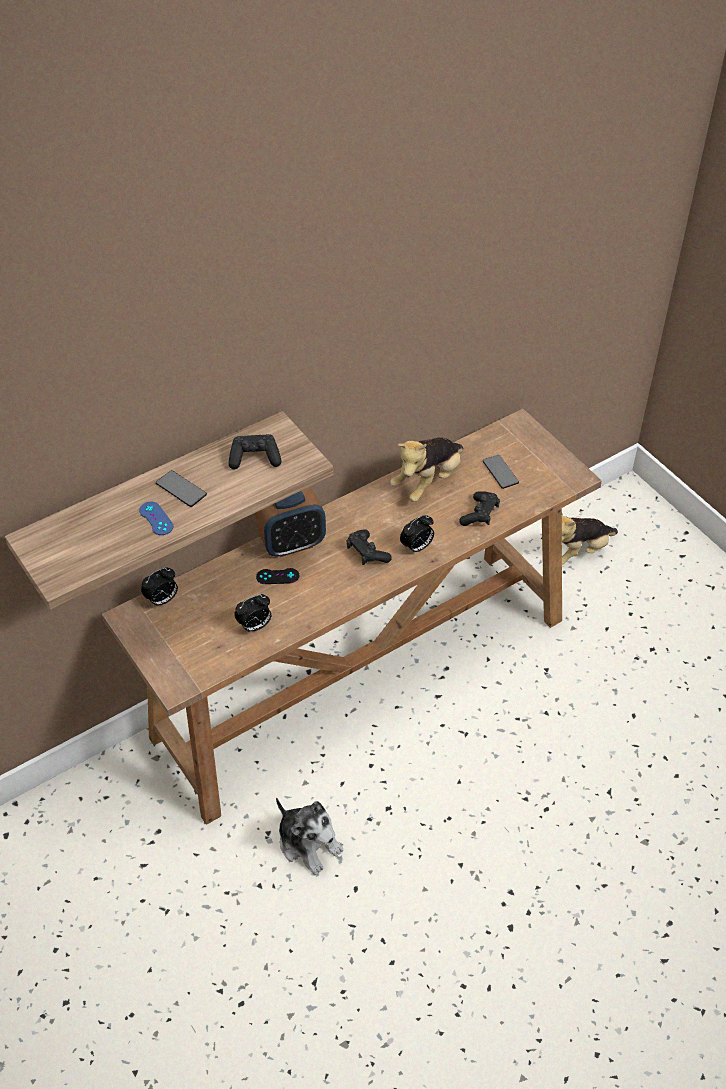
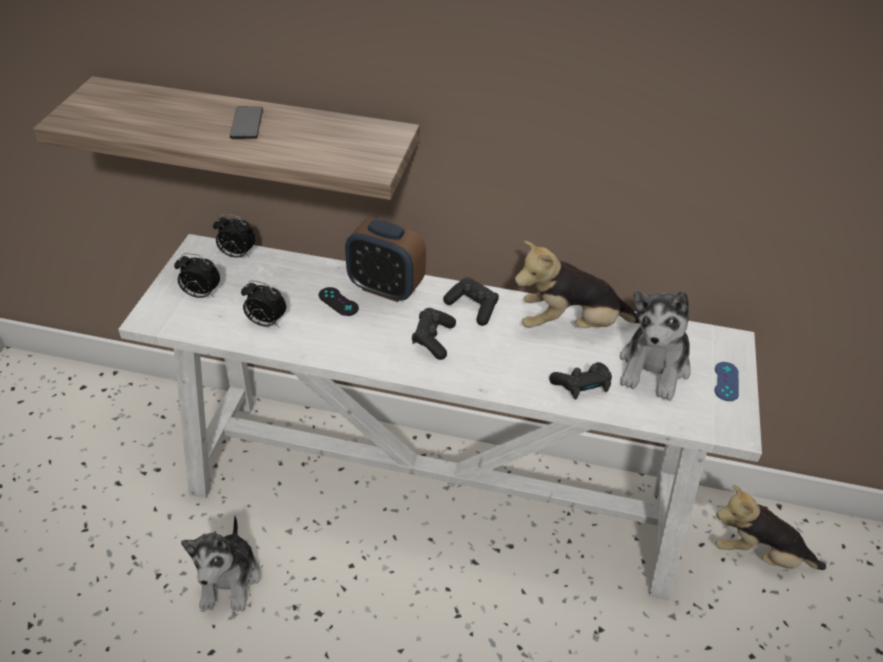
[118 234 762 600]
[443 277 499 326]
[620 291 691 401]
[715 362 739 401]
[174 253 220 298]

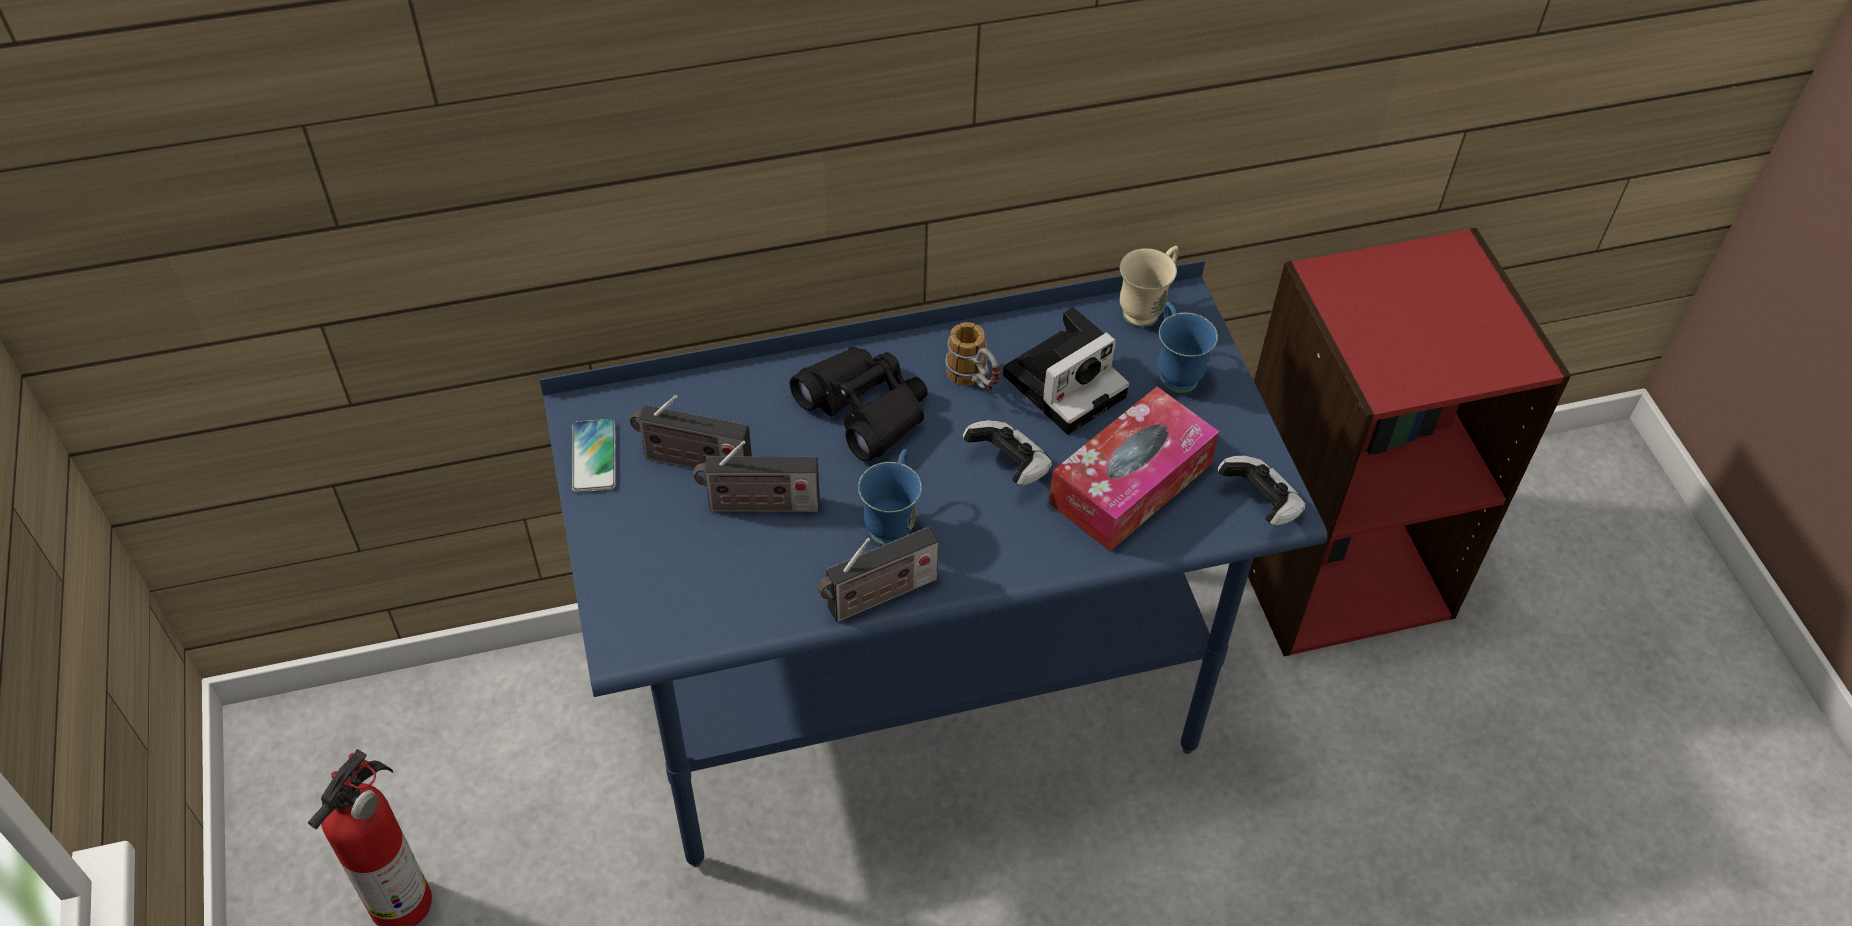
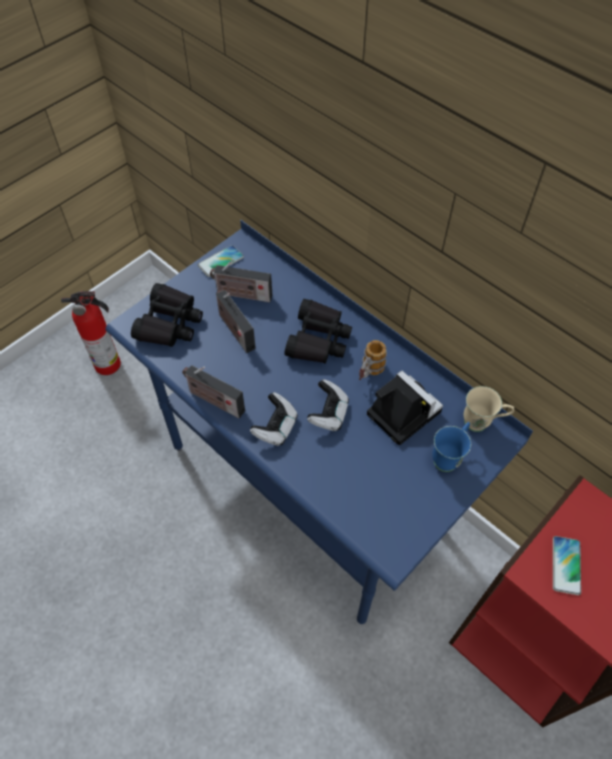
[367 371 443 445]
[1049 387 1220 551] (first image)
[210 259 272 303]
[858 449 922 545] (first image)
[250 392 298 446]
[131 283 203 347]
[553 536 581 595]

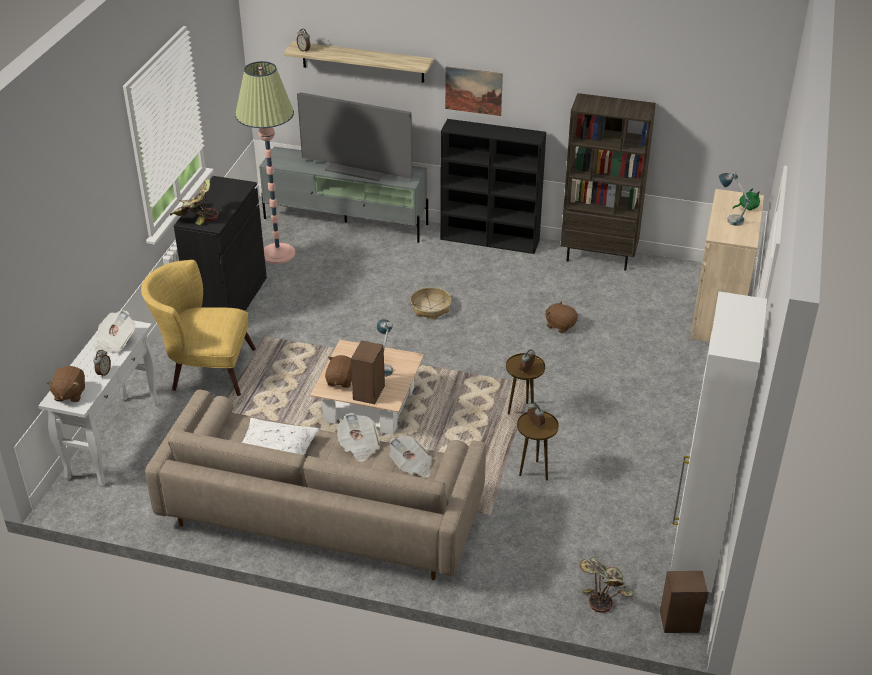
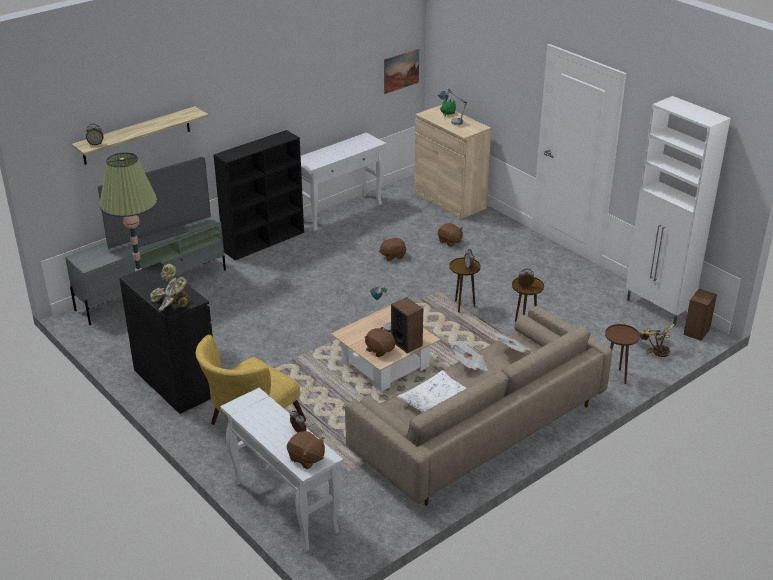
[384 49 419 94]
[301 133 386 231]
[410 287 451 320] (first image)
[95 310 135 353] (first image)
[438 223 463 247]
[605 324 640 384]

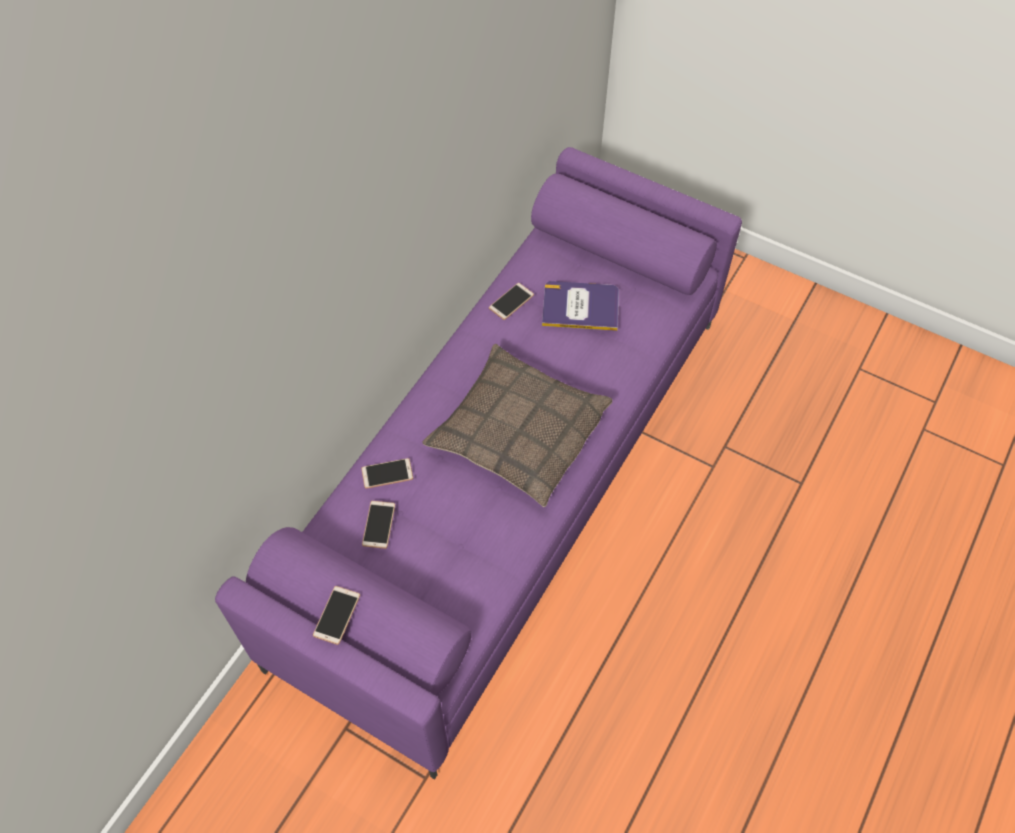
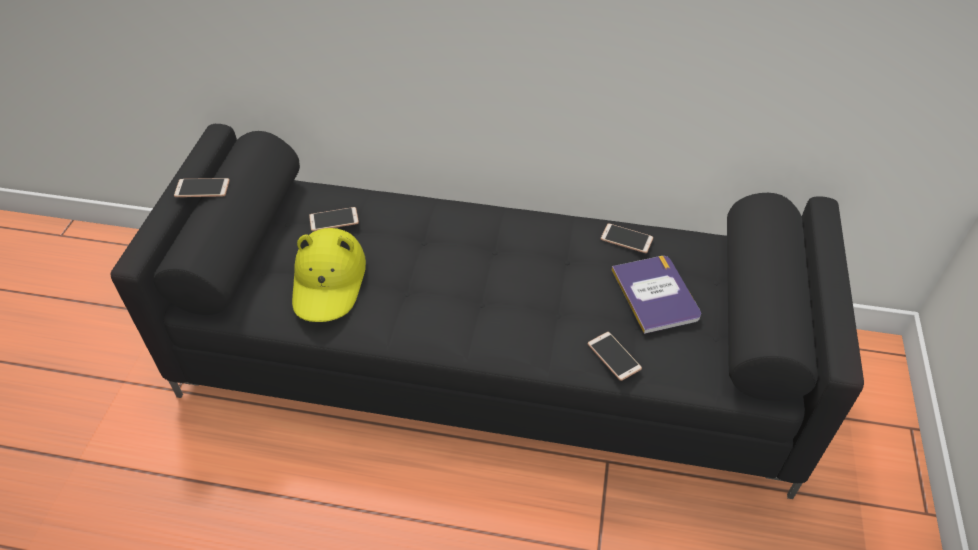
[111 124 864 499]
[422 344 612 507] (first image)
[588 332 642 381]
[292 228 366 322]

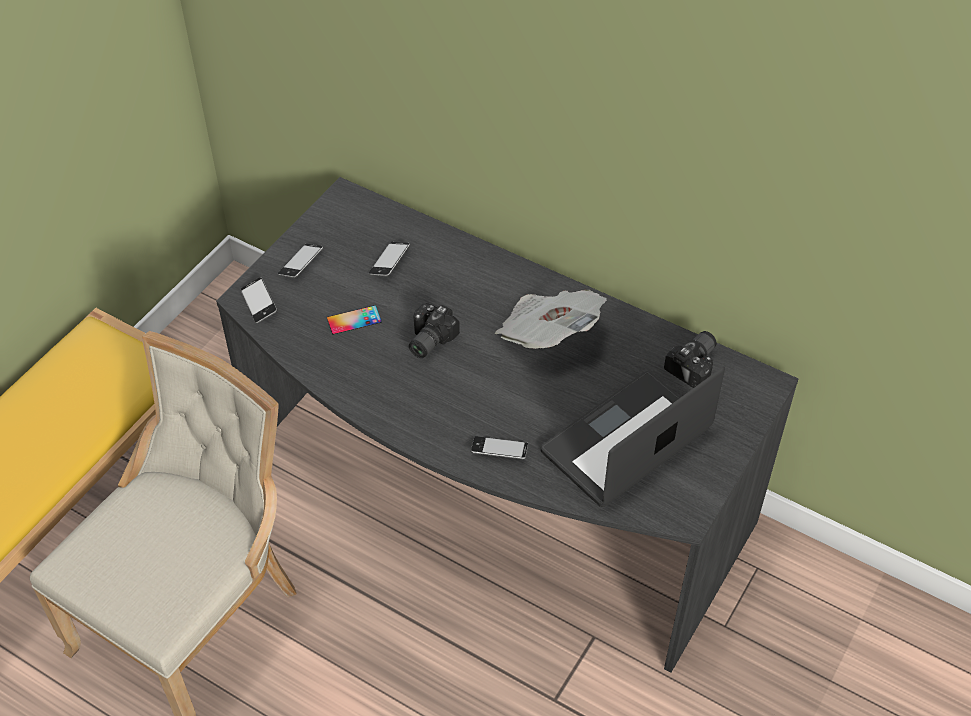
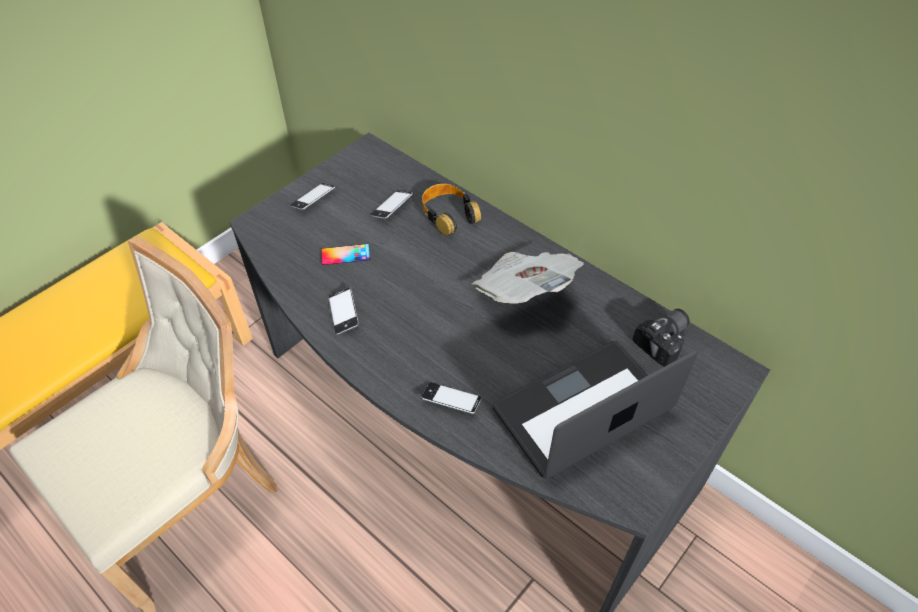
[328 287 359 335]
[409 303 460 358] (first image)
[422 184 481 235]

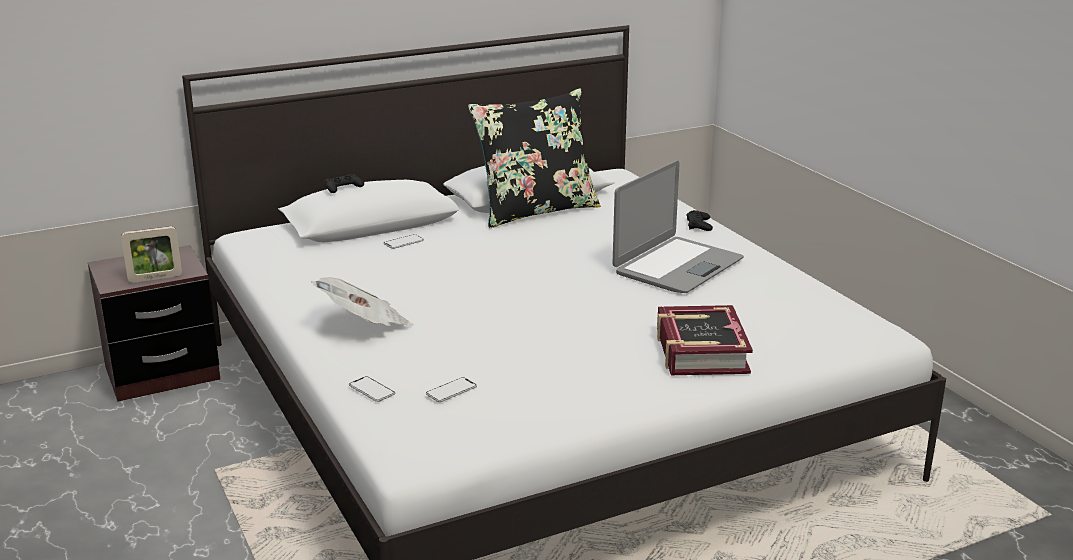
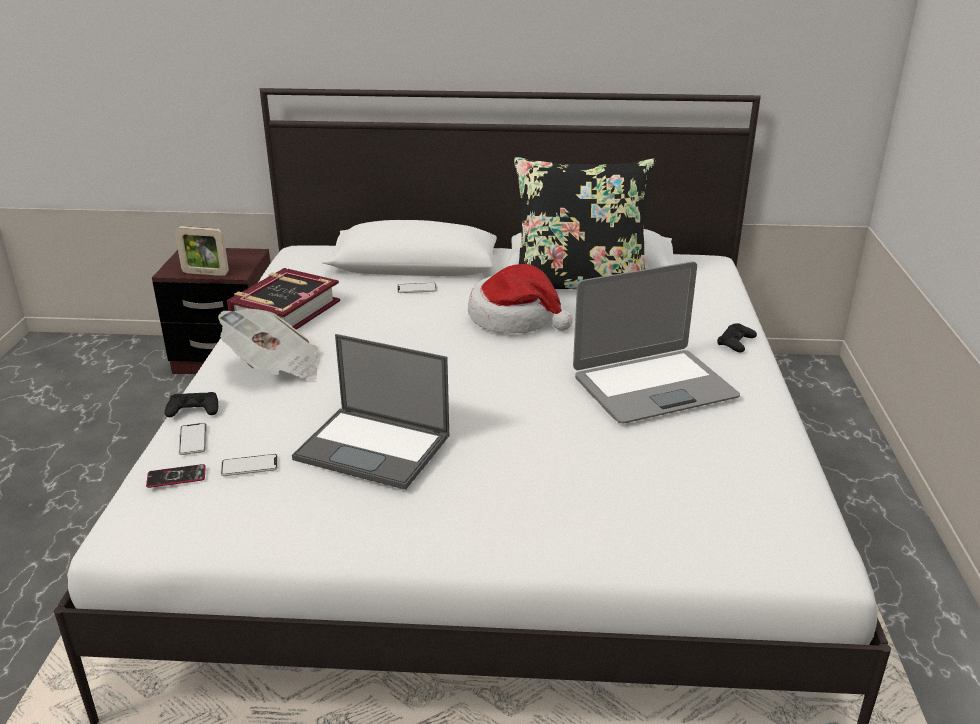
[164 392 218 417]
[227 268 340 330]
[468 264 573 334]
[292 334 449 490]
[146 464 206 488]

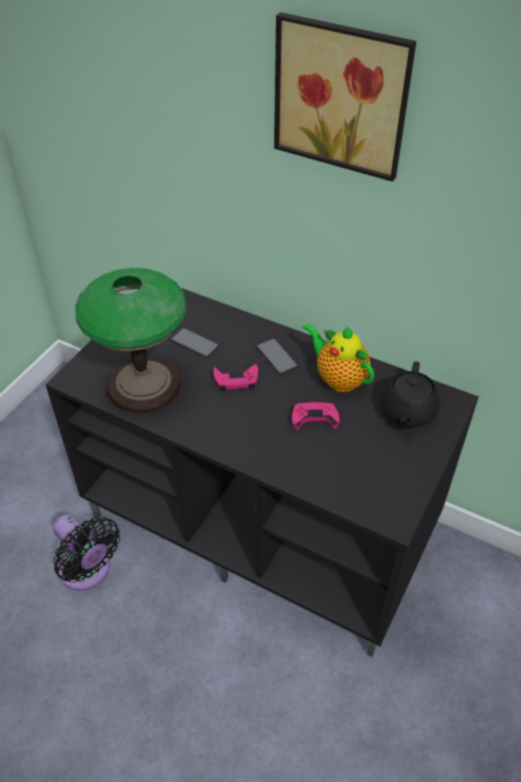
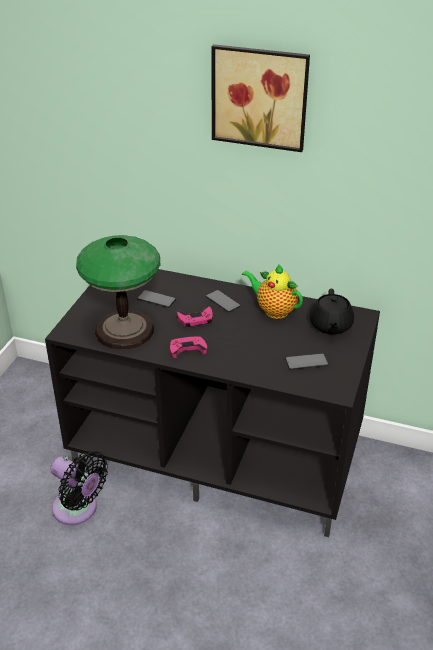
[170 336 207 358]
[285 353 328 370]

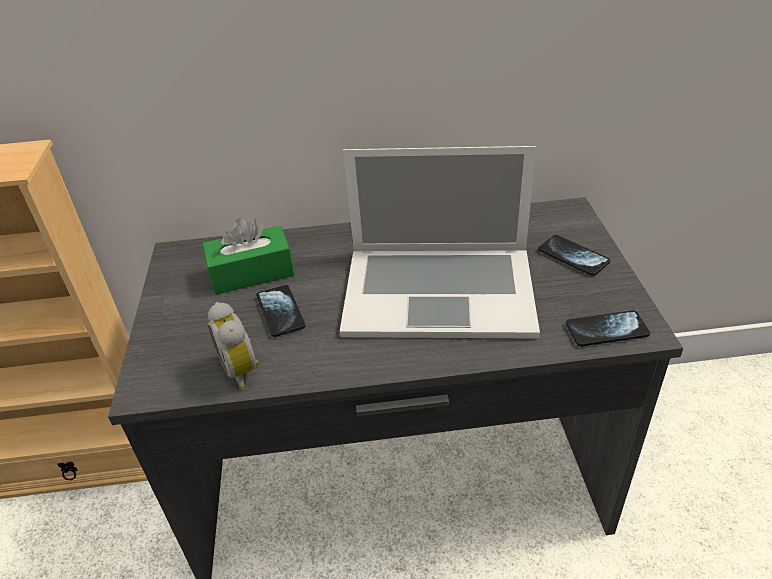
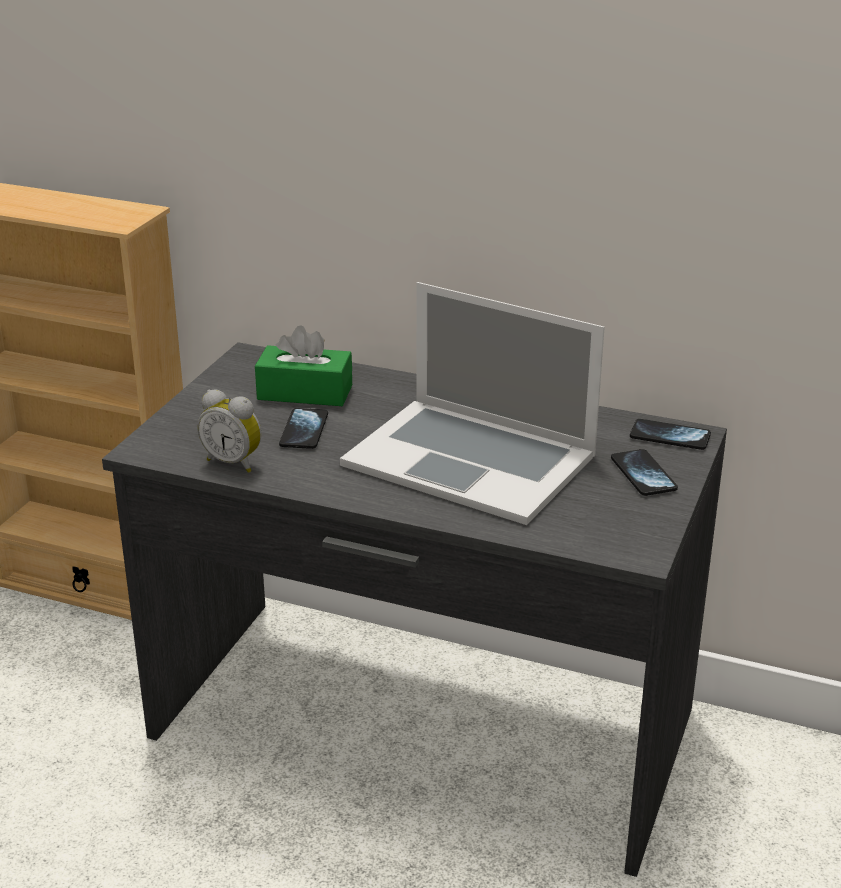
[198 390 261 473]
[630 419 711 450]

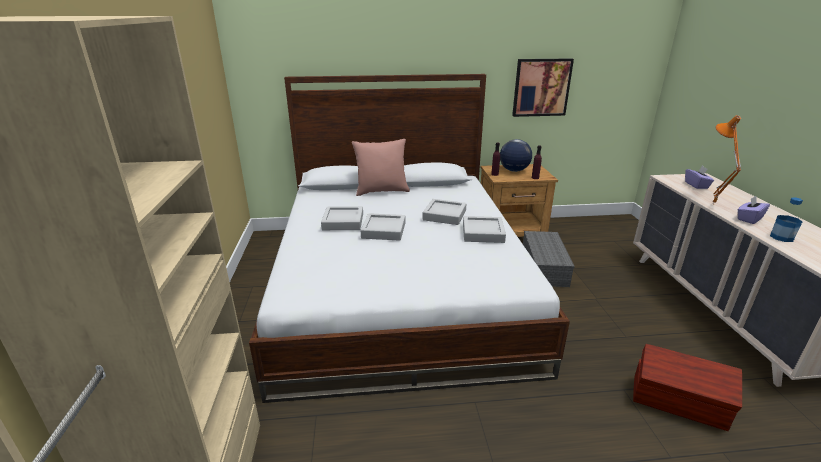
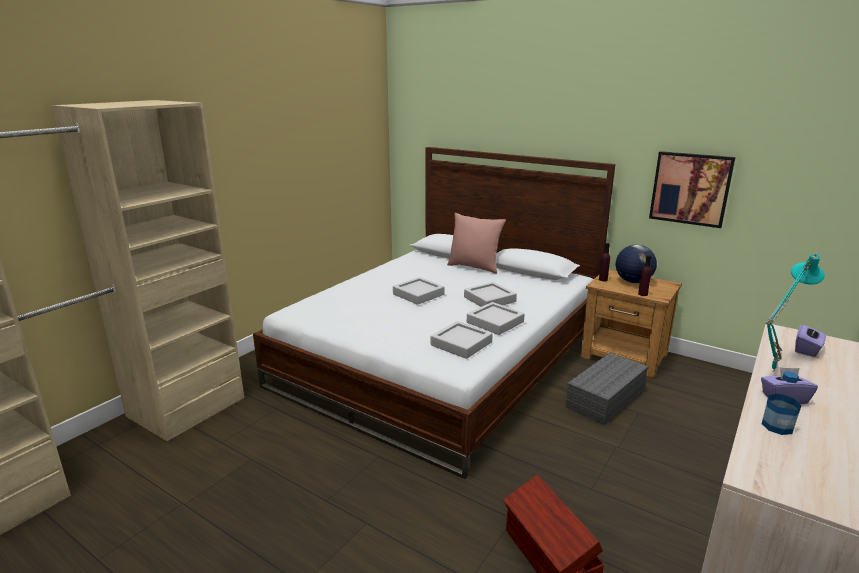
[766 253 825 372]
[431 321 493 359]

